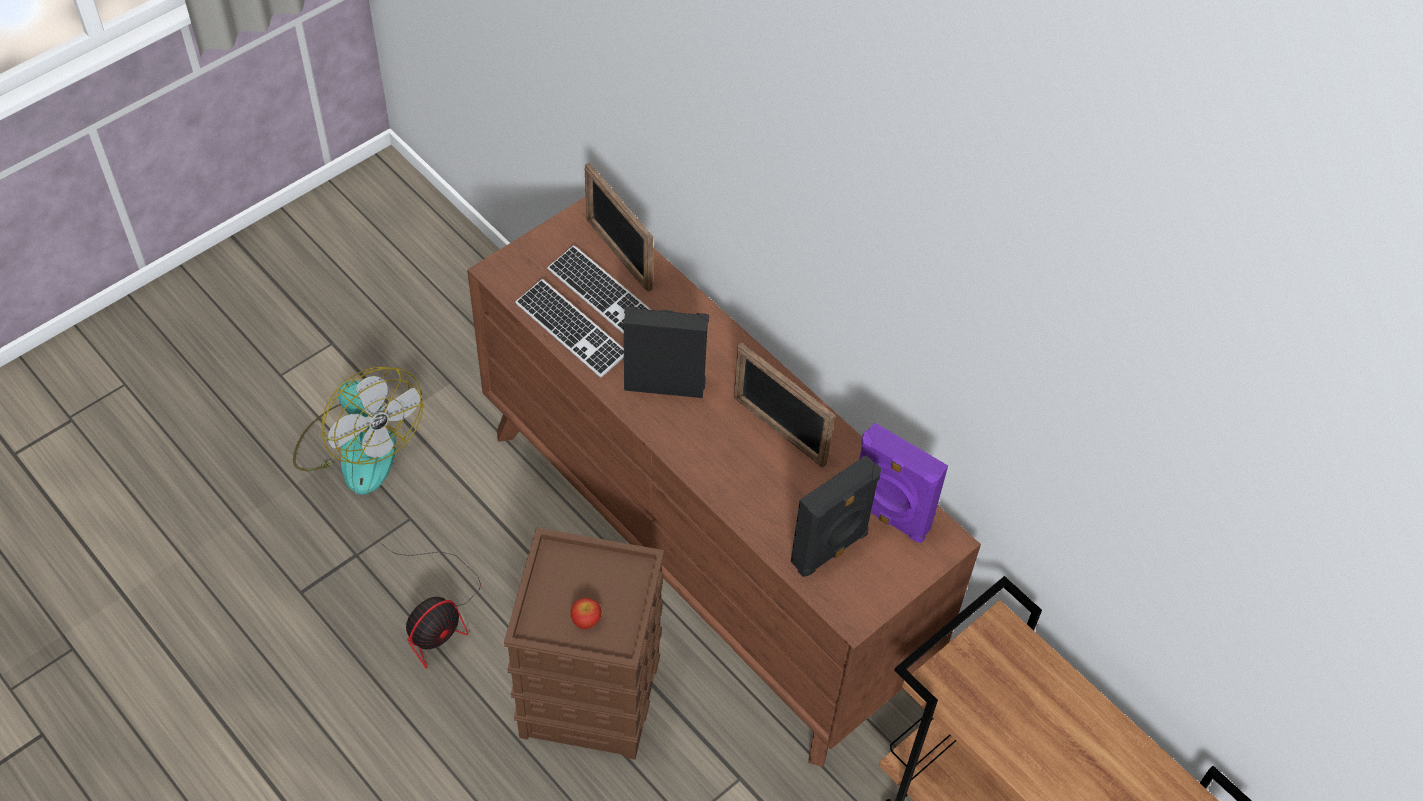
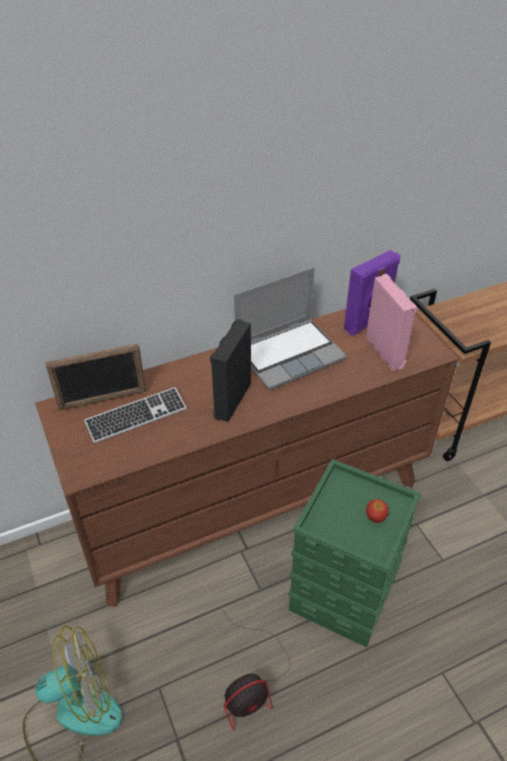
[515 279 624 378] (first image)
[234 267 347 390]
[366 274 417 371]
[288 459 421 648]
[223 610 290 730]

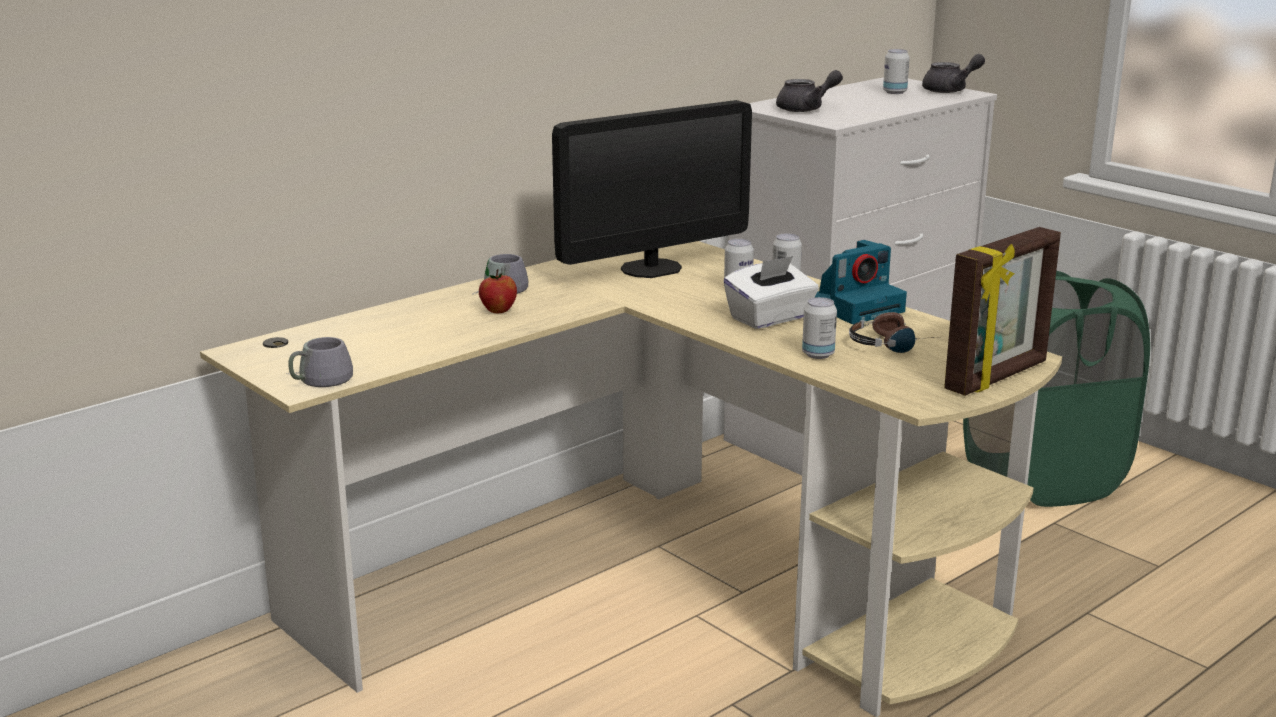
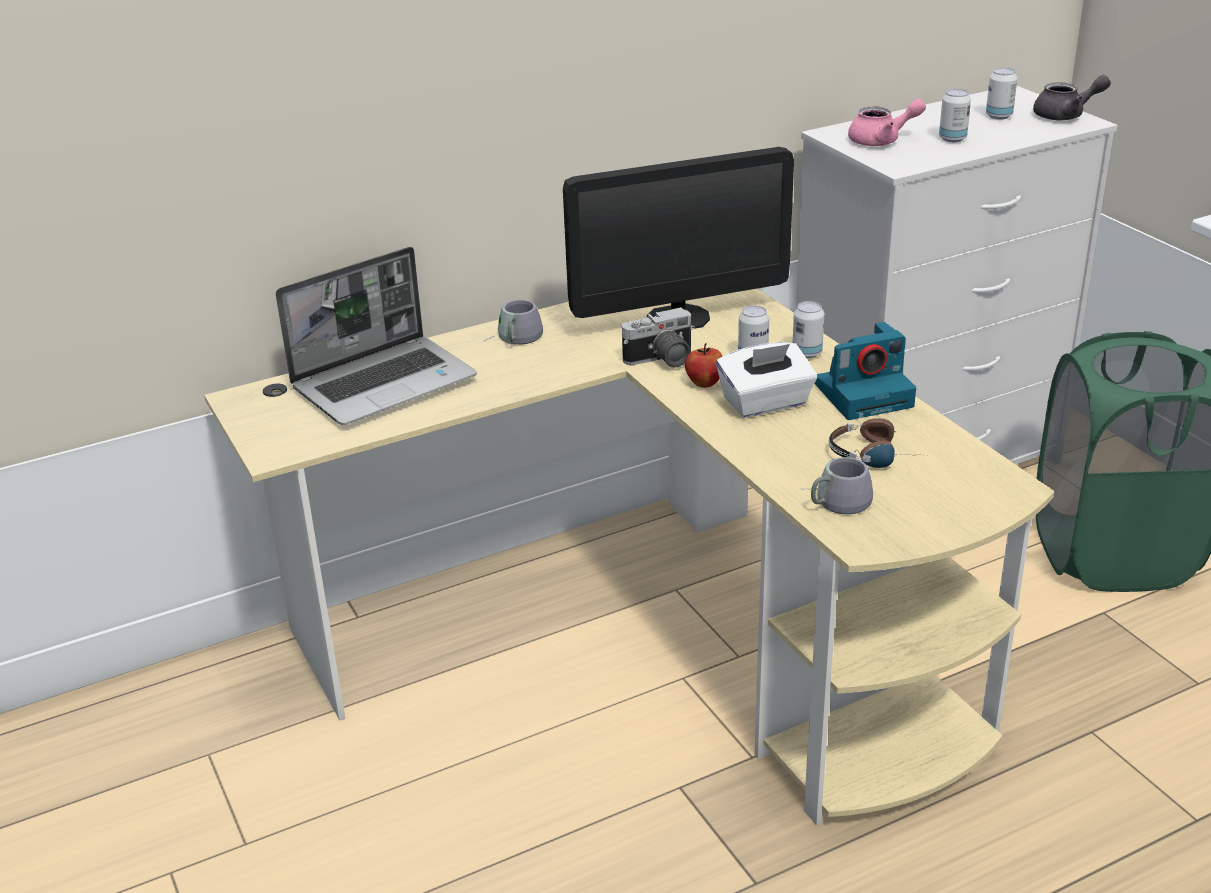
[848 99 926 146]
[944 227 1061 396] (first image)
[685 343 722 388]
[939 89 971 142]
[801 457 873 514]
[276 247 477 425]
[622 308 695 367]

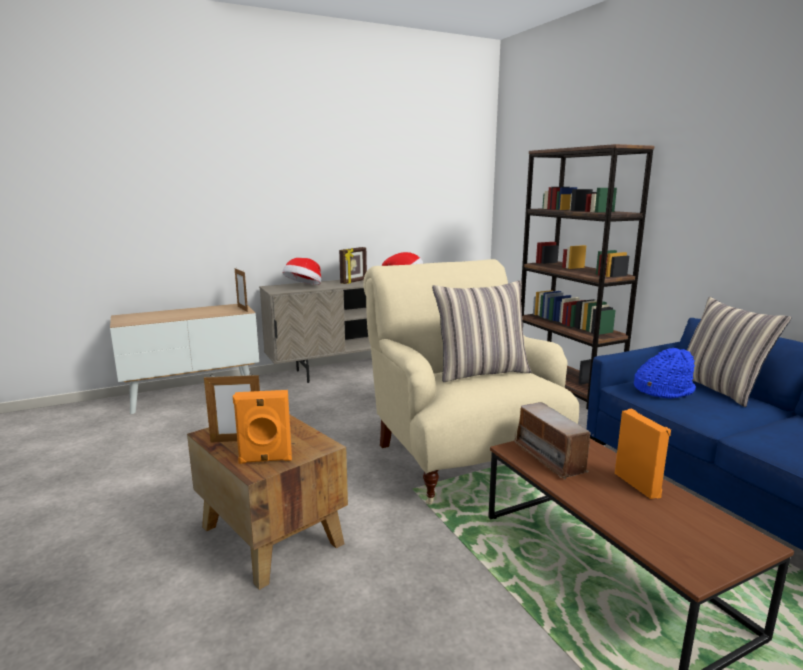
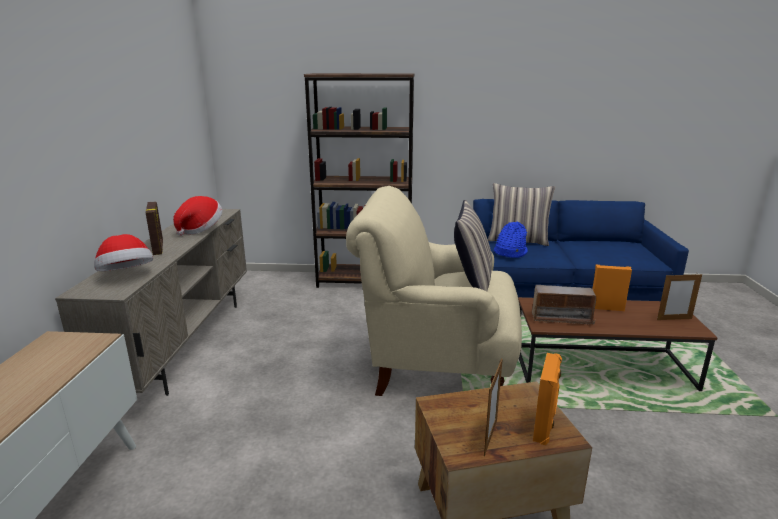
[657 274 702 320]

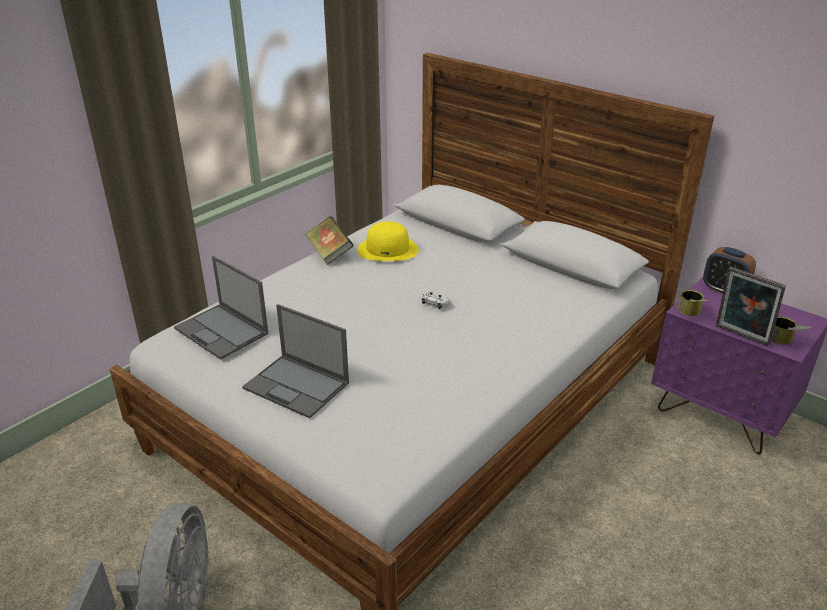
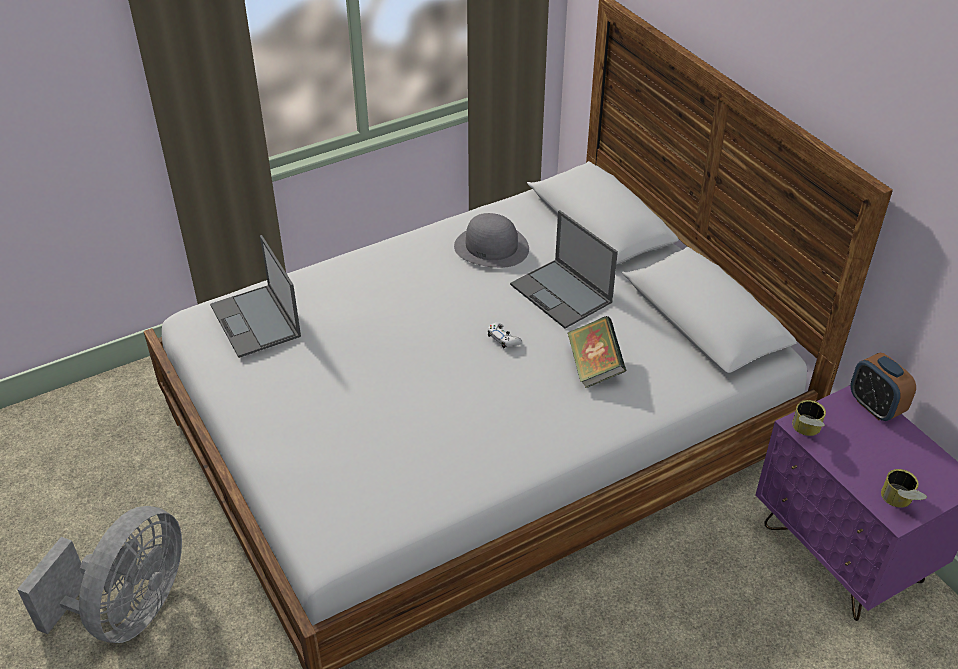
[568 316 627 388]
[454 213 529 268]
[716 266 786 346] (first image)
[510 210 618 329]

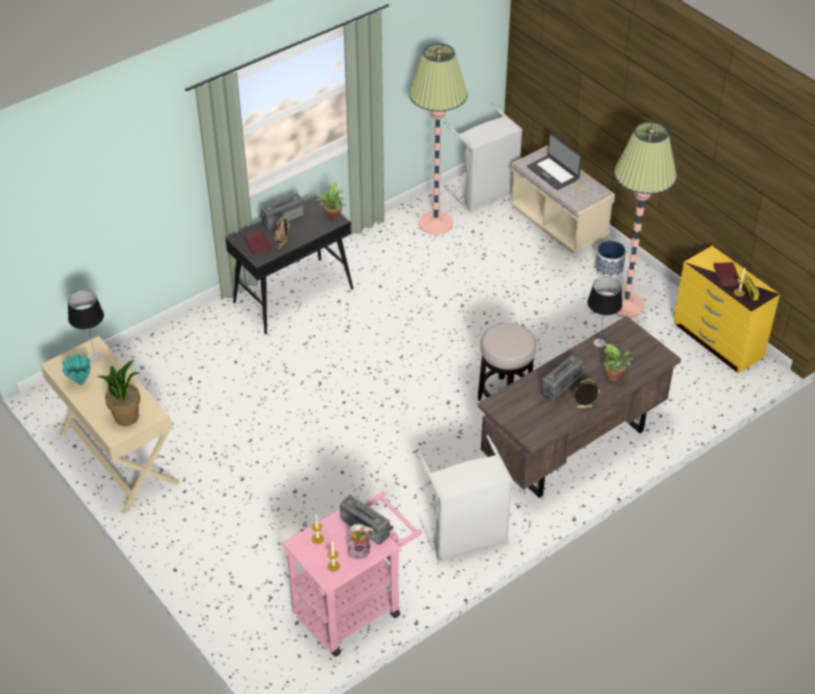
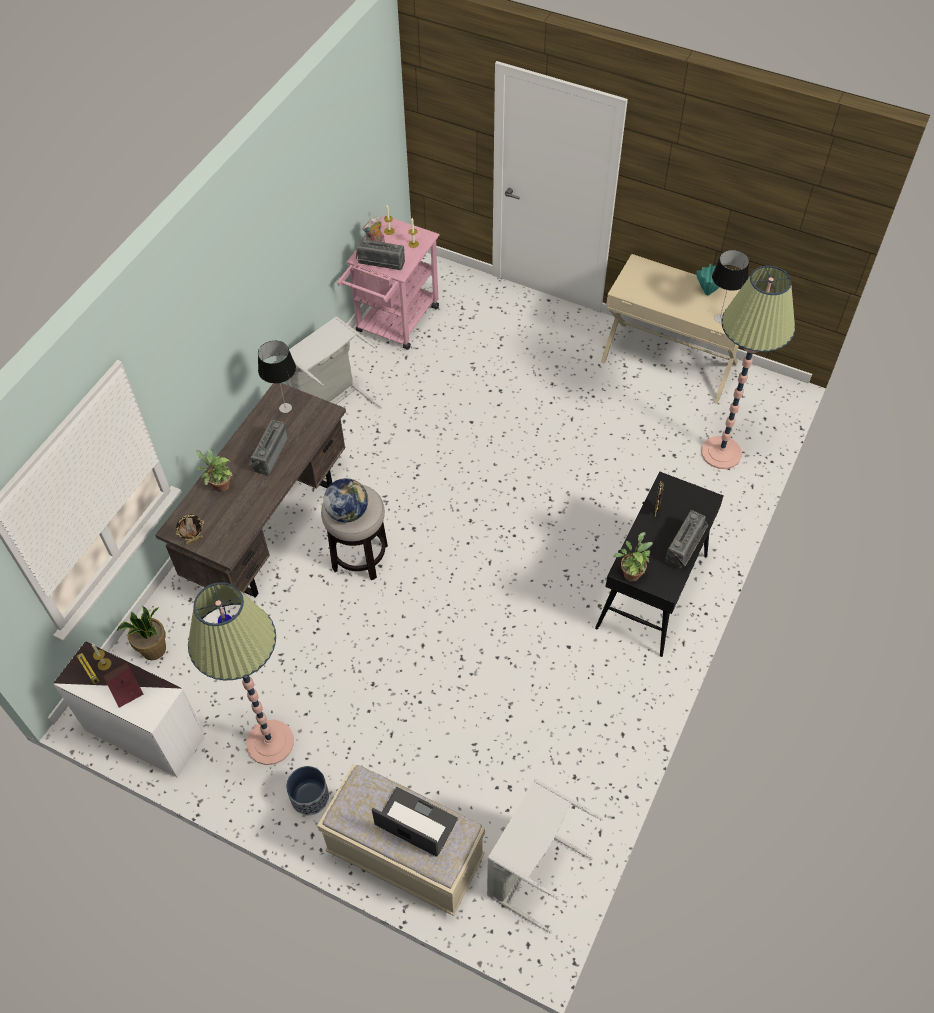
[701 266 795 469]
[244 230 272 255] (first image)
[53 641 204 778]
[258 341 296 413]
[116 606 166 660]
[176 514 204 544]
[323 478 368 522]

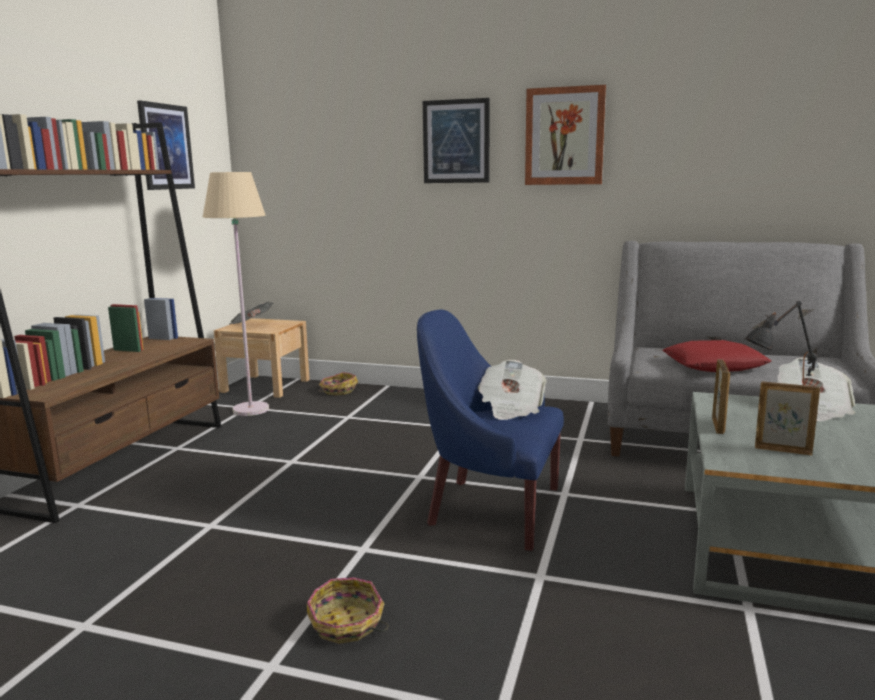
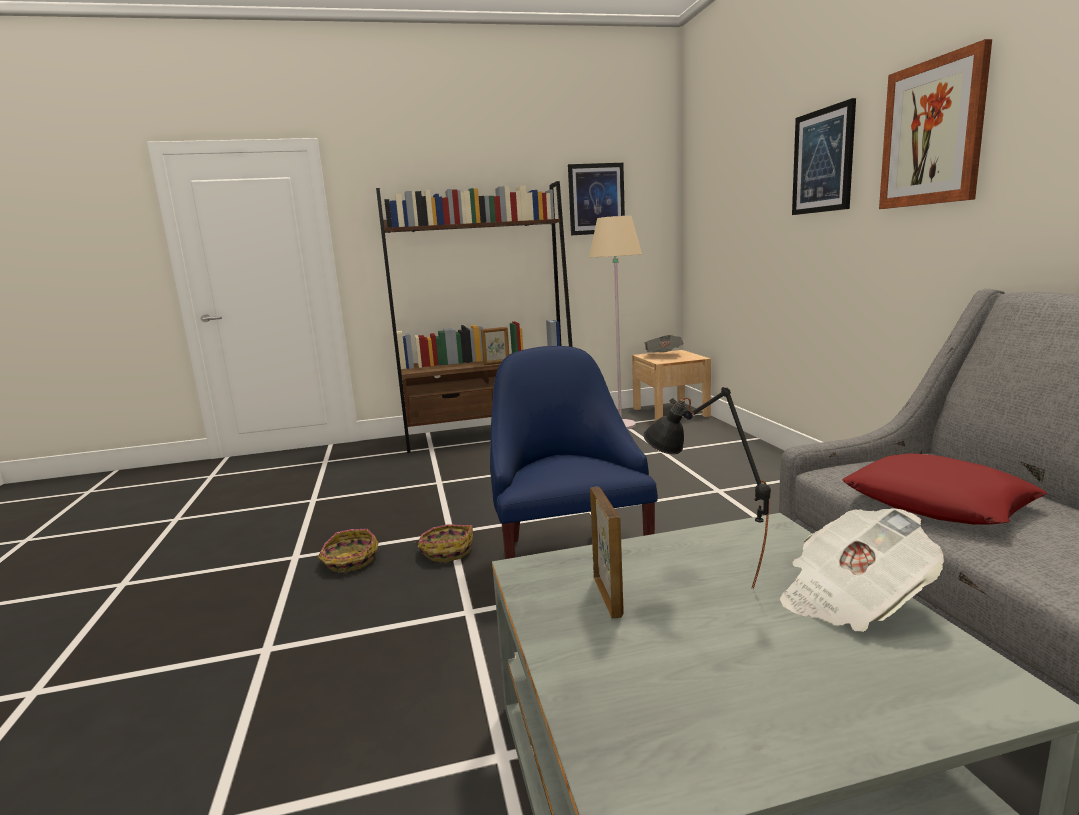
[481 327 509 365]
[478 360 547 420] (first image)
[414 524 473 562]

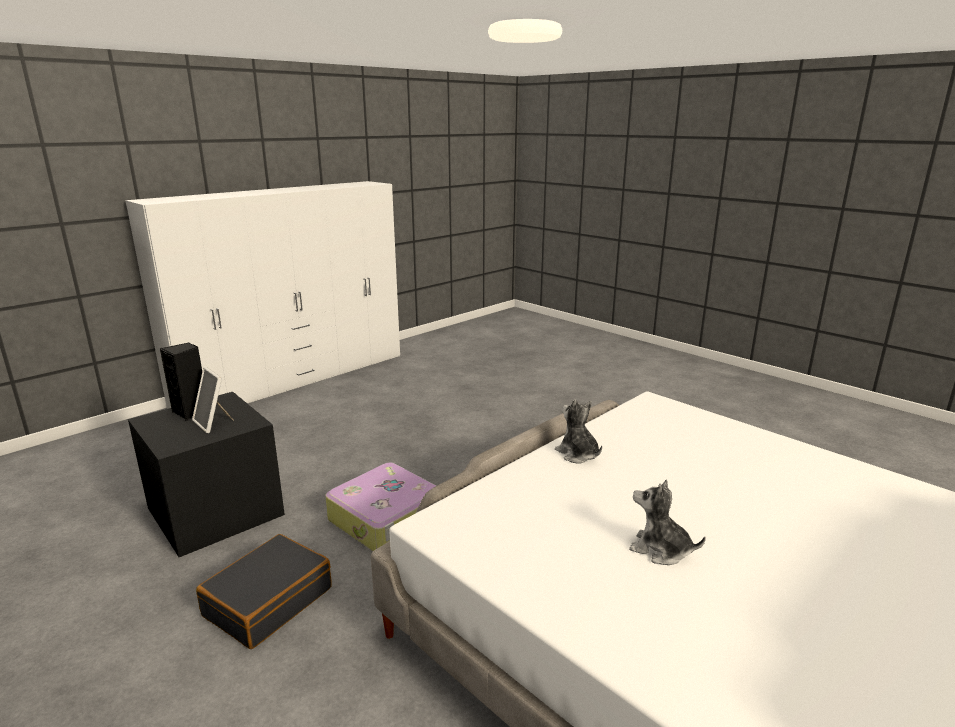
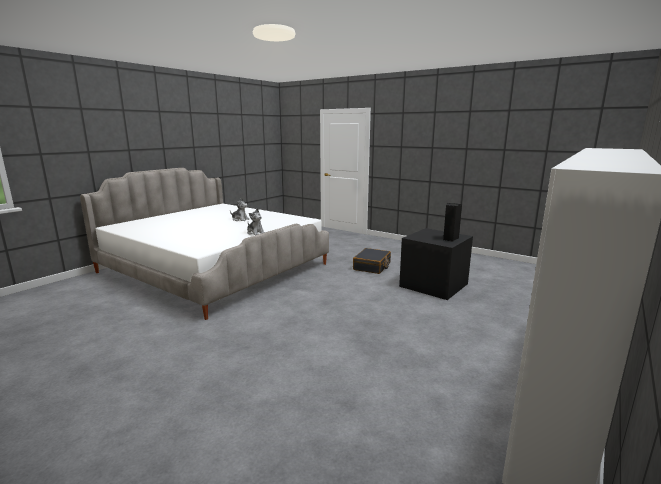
[192 367 234 433] (first image)
[325 462 436 551] (first image)

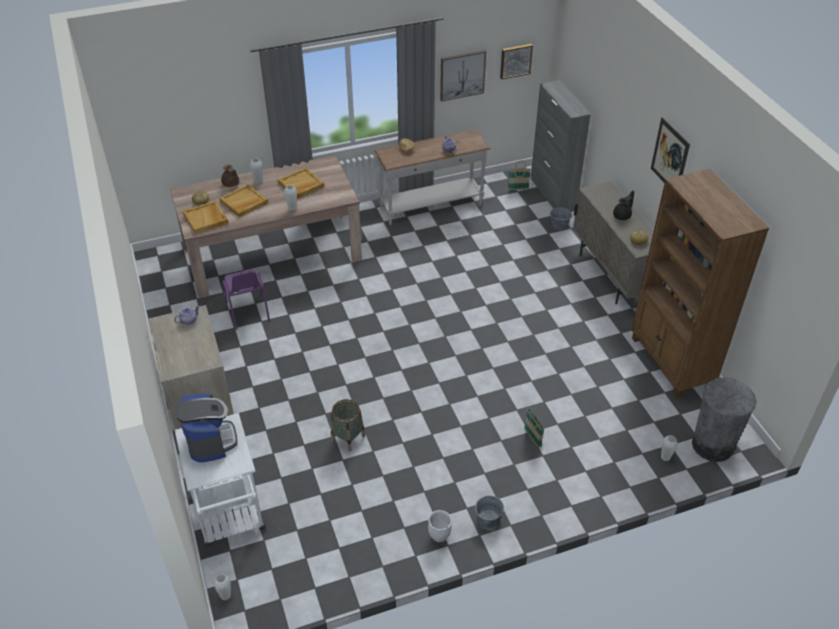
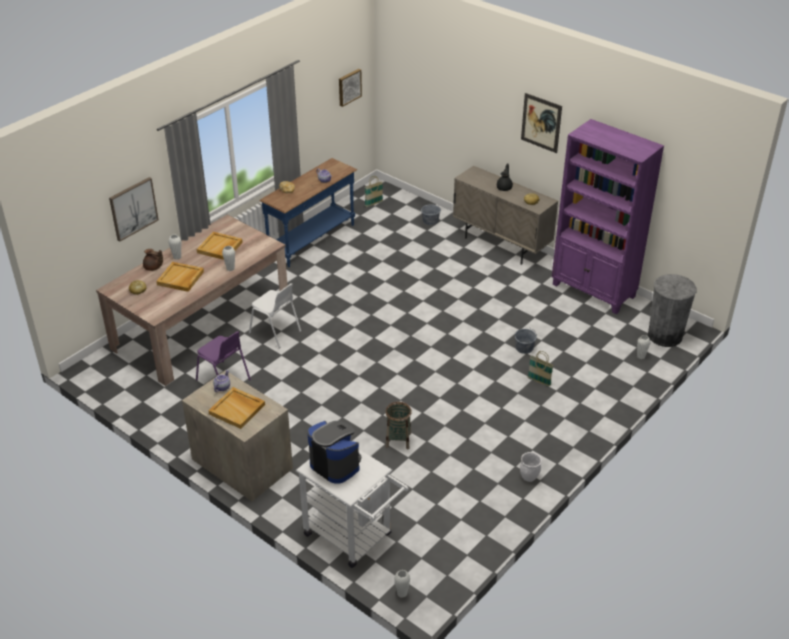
[109 177 159 241]
[531 80 591 212] (first image)
[260 158 358 267]
[552 119 664 314]
[208 387 265 429]
[515 327 537 354]
[249 283 301 348]

